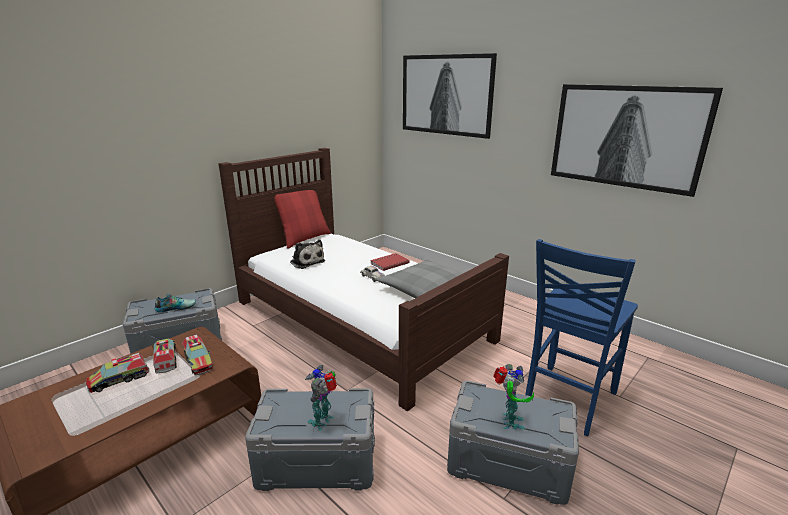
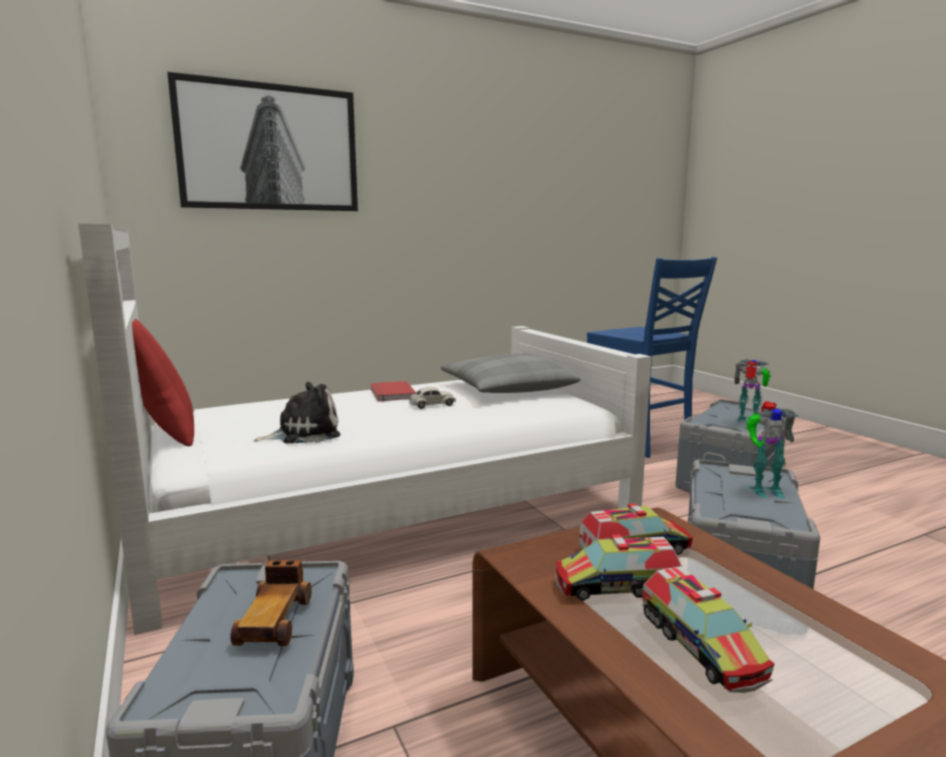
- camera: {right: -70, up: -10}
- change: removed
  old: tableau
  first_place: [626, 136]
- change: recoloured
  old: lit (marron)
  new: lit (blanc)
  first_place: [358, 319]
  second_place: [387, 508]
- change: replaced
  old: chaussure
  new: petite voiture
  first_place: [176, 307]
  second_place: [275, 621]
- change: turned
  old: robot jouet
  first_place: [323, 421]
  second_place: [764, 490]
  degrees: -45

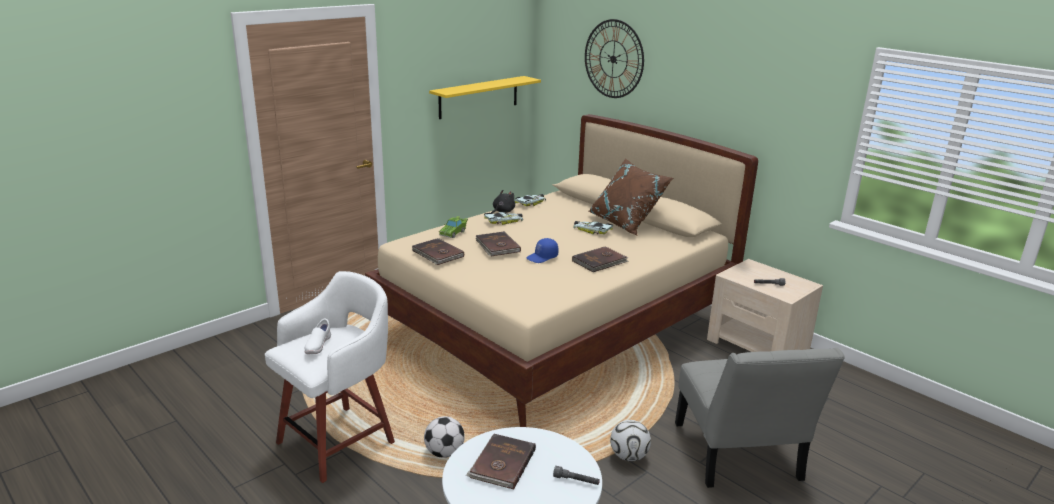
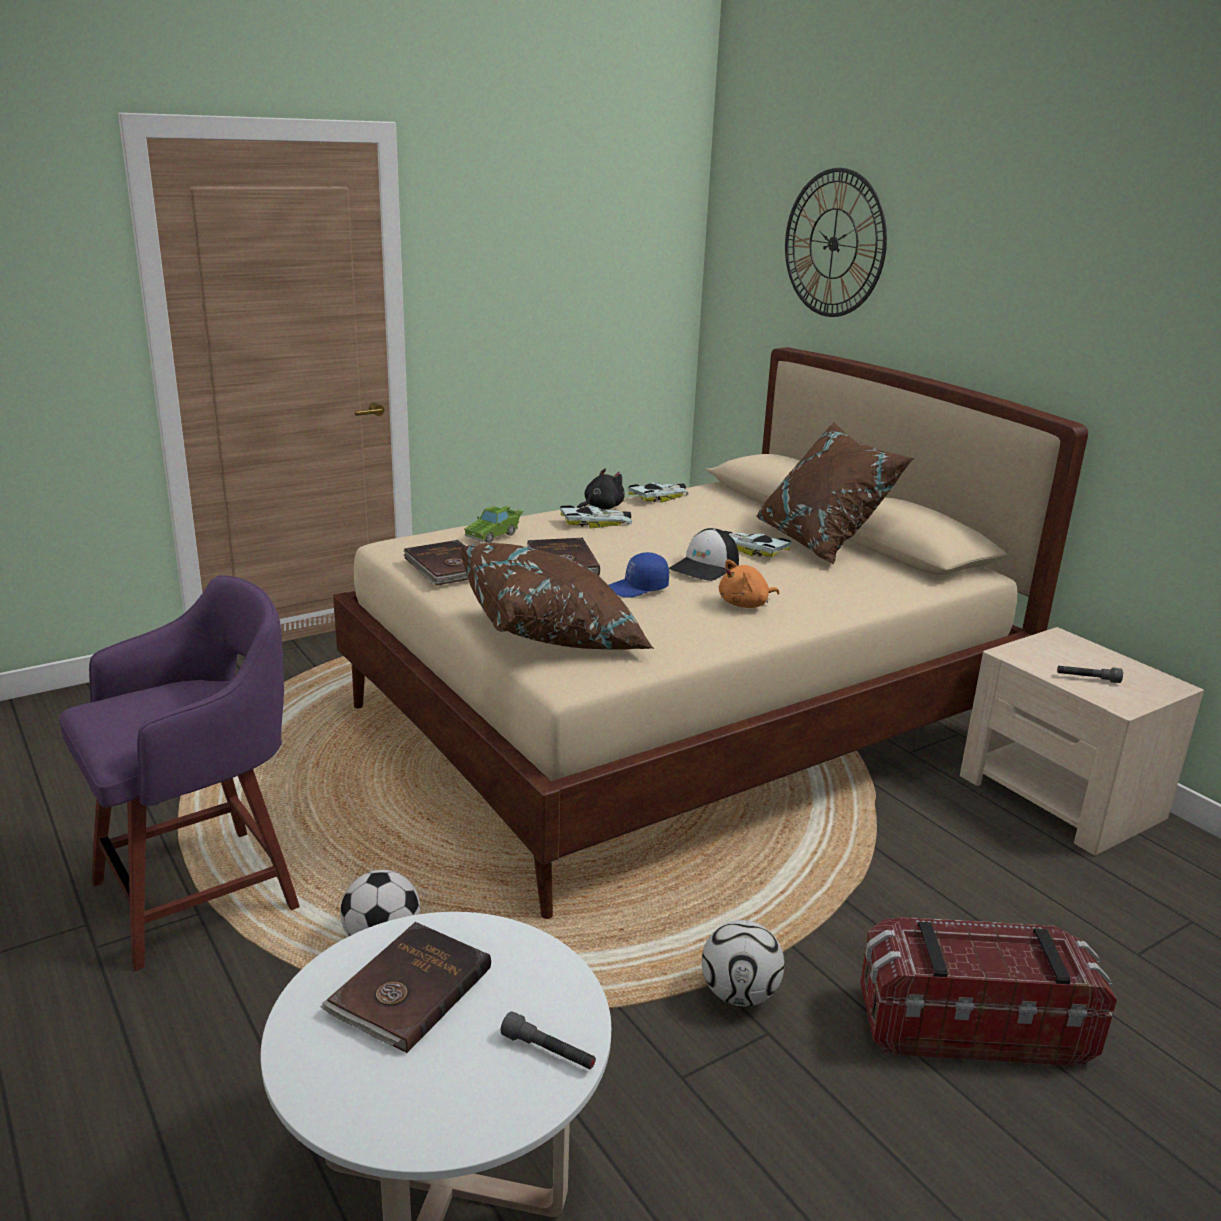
- camera: {right: 10, up: 0}
- change: removed
  old: étagère (jaune)
  first_place: [478, 97]
- change: replaced
  old: livre (marron)
  new: peluche (orange)
  first_place: [600, 261]
  second_place: [746, 604]
- change: recoloured
  old: tabouret (blanc)
  new: tabouret (violet)
  first_place: [339, 441]
  second_place: [203, 893]
- change: removed
  old: chaussure (blanc)
  first_place: [317, 346]
- change: replaced
  old: chaise (gris)
  new: boîte de rangement
  first_place: [738, 456]
  second_place: [971, 1025]
- change: added
  new: casquette
  second_place: [705, 567]
- change: added
  new: coussin (marron)
  second_place: [553, 634]

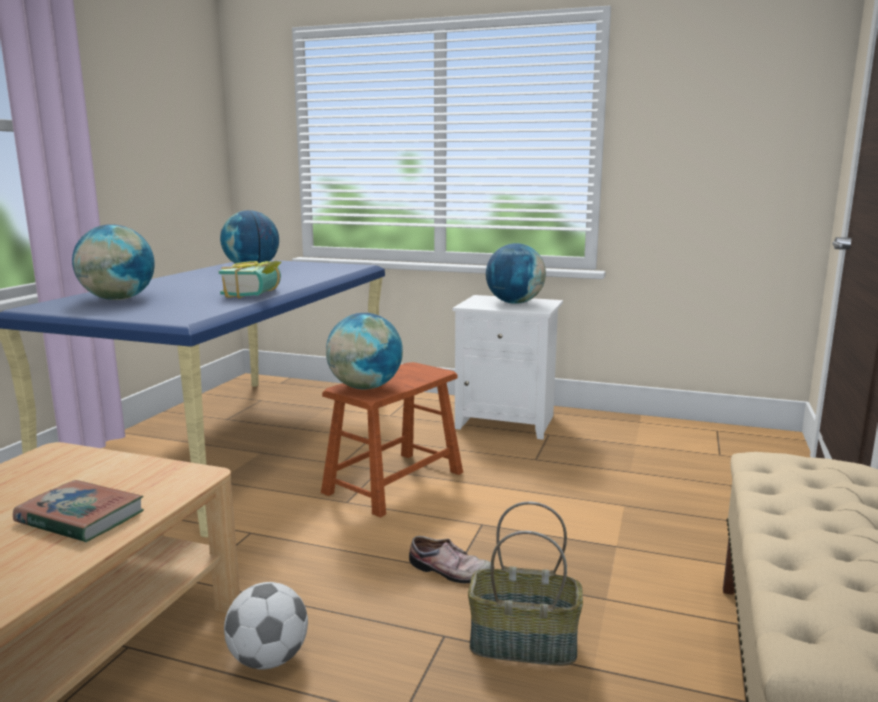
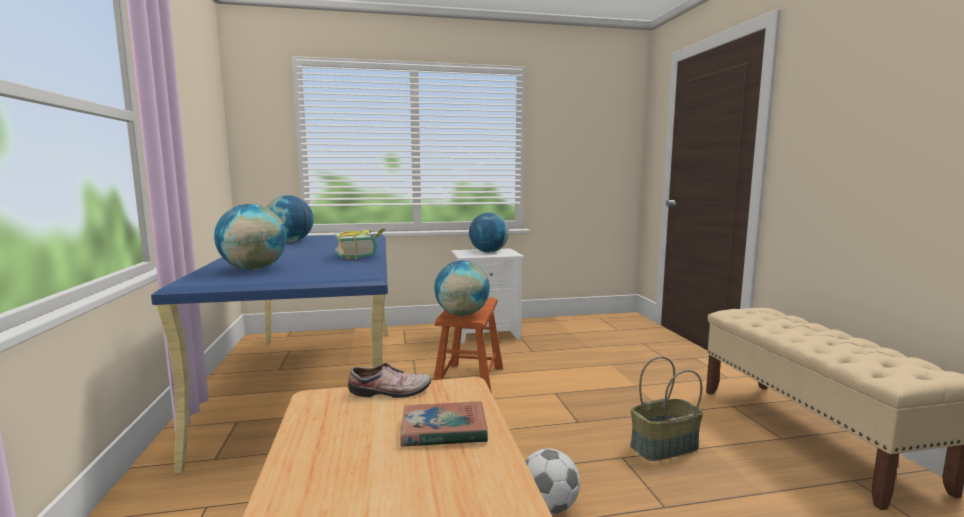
- camera: {right: -30, up: -5}
- change: moved
  old: chaussure
  first_place: [449, 571]
  second_place: [390, 392]

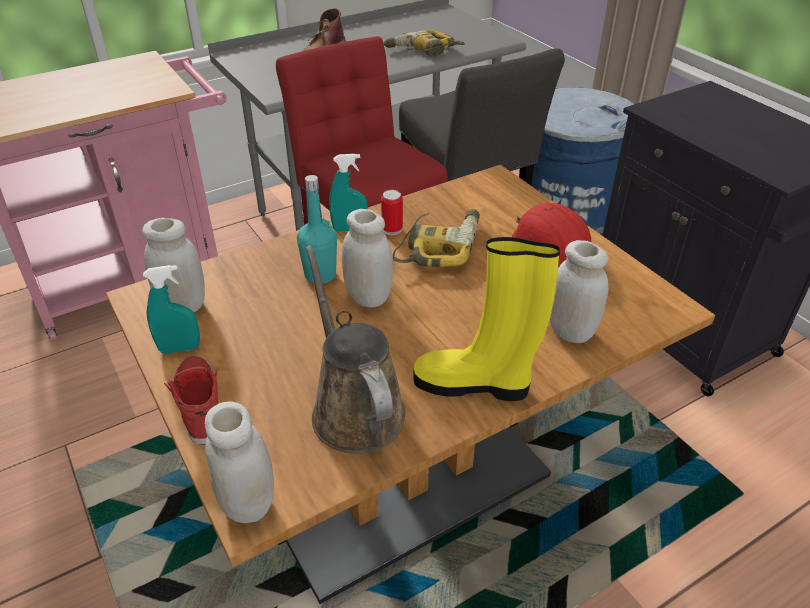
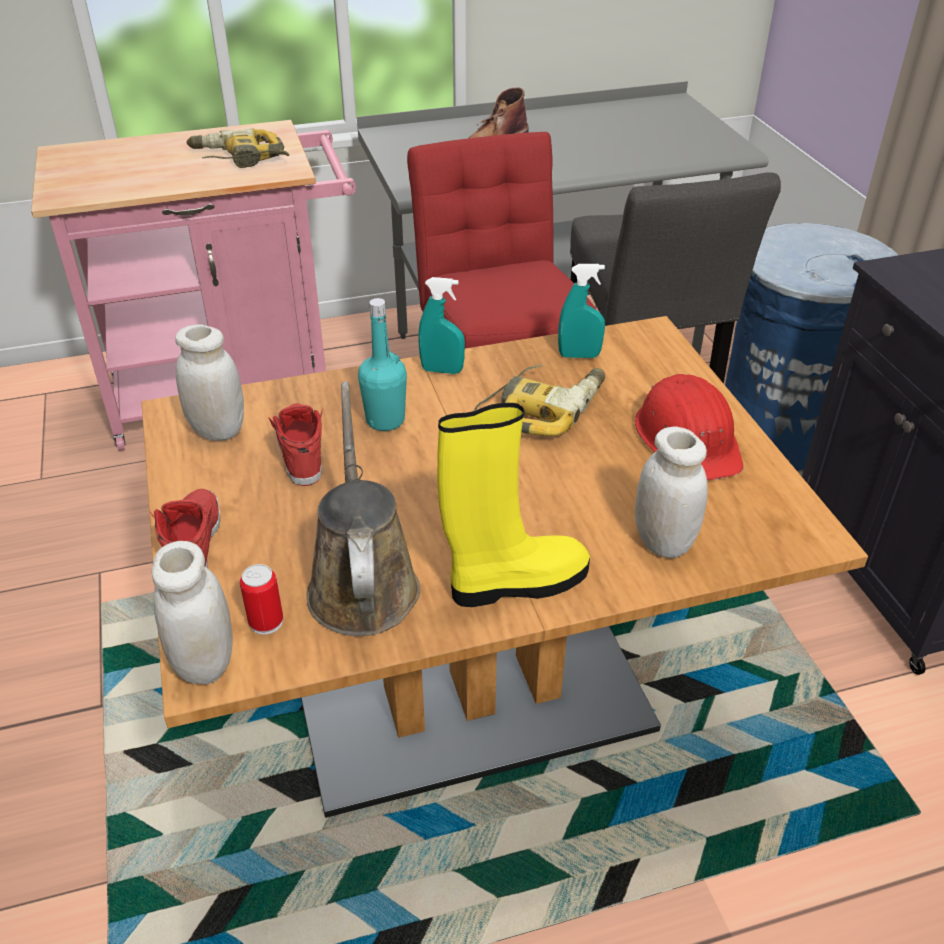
- camera: {right: 15, up: 0}
- change: moved
  old: perceuse
  first_place: [422, 51]
  second_place: [239, 159]
- change: moved
  old: boîte métallique
  first_place: [392, 229]
  second_place: [266, 622]
- change: removed
  old: bocal (blanc)
  first_place: [368, 297]
- change: turned
  old: botte (jaune)
  first_place: [475, 384]
  second_place: [515, 583]
  degrees: 135
- change: moved
  old: vaporisateur (turquoise)
  first_place: [180, 348]
  second_place: [579, 355]
- change: added
  new: chaussure (rouge)
  second_place: [300, 449]

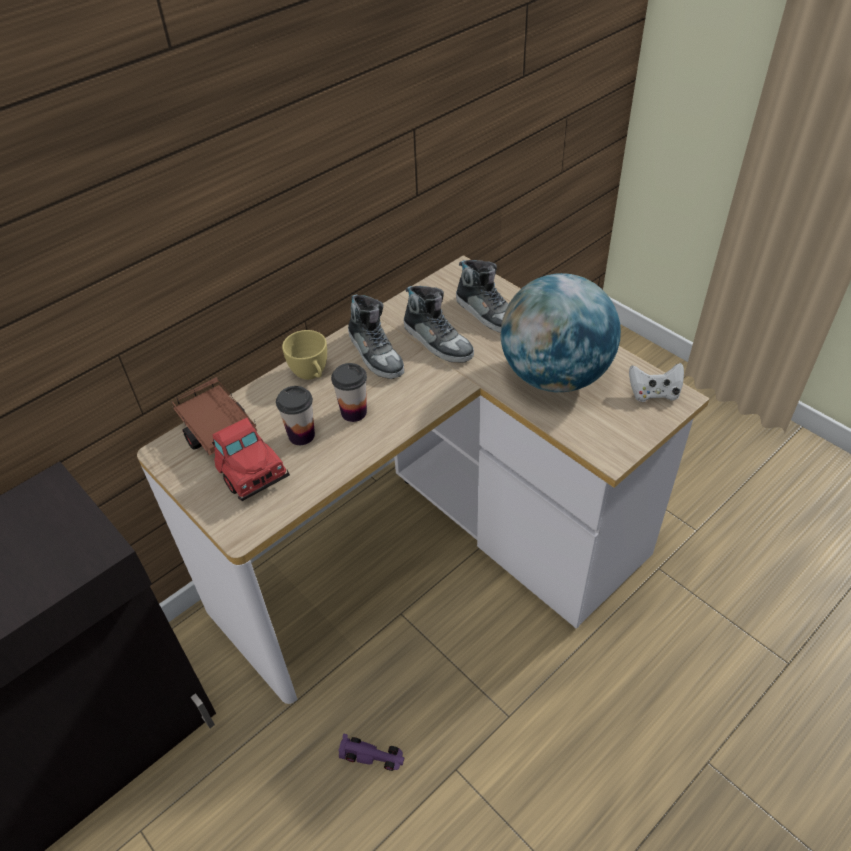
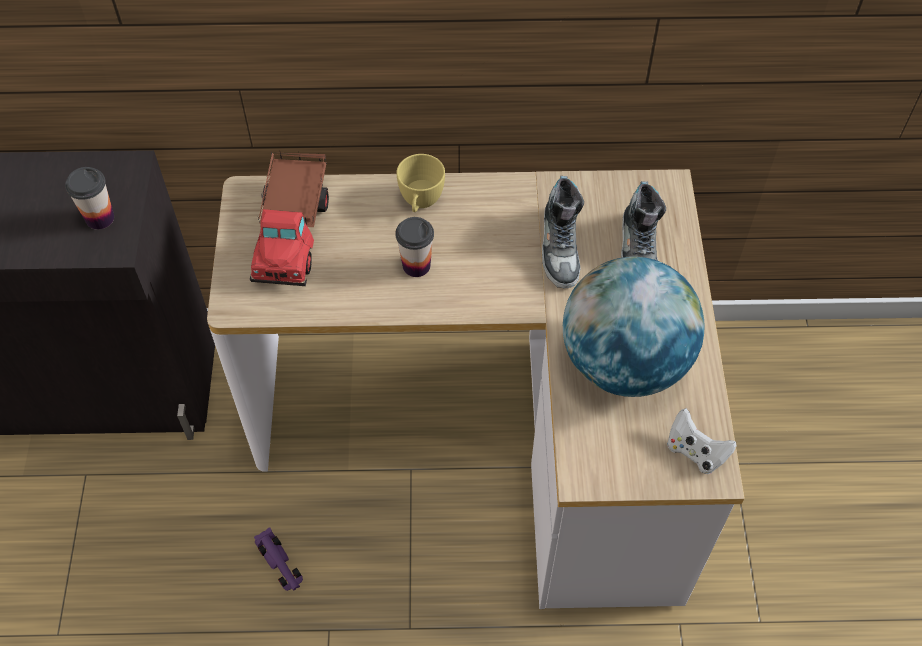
- camera: {right: 40, up: 10}
- change: removed
  old: chaussure
  first_place: [376, 353]
- change: moved
  old: tasse
  first_place: [301, 435]
  second_place: [100, 218]

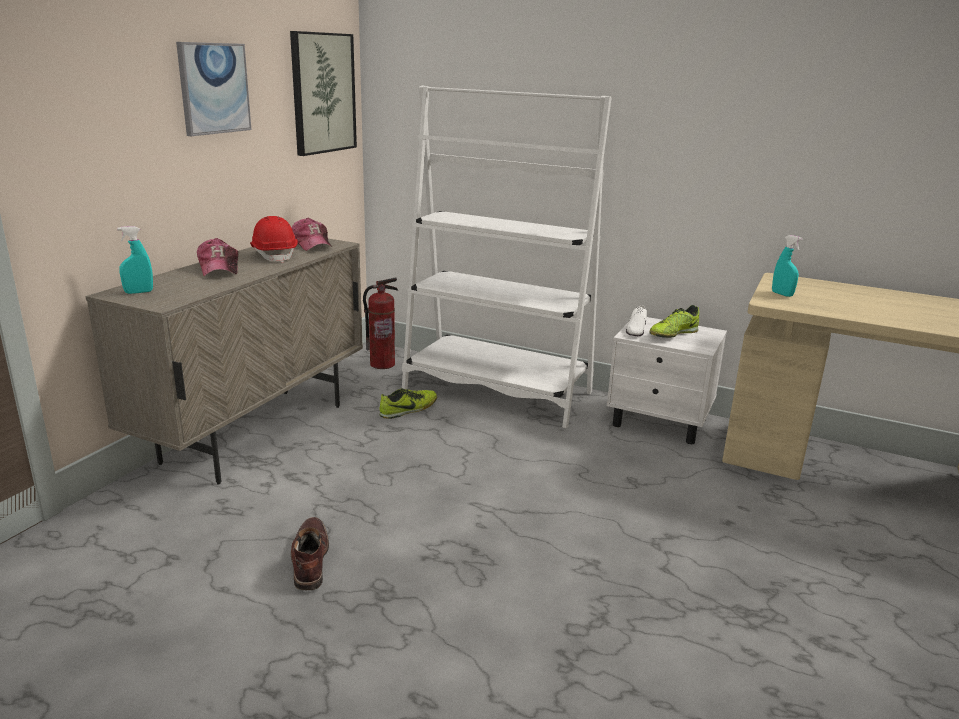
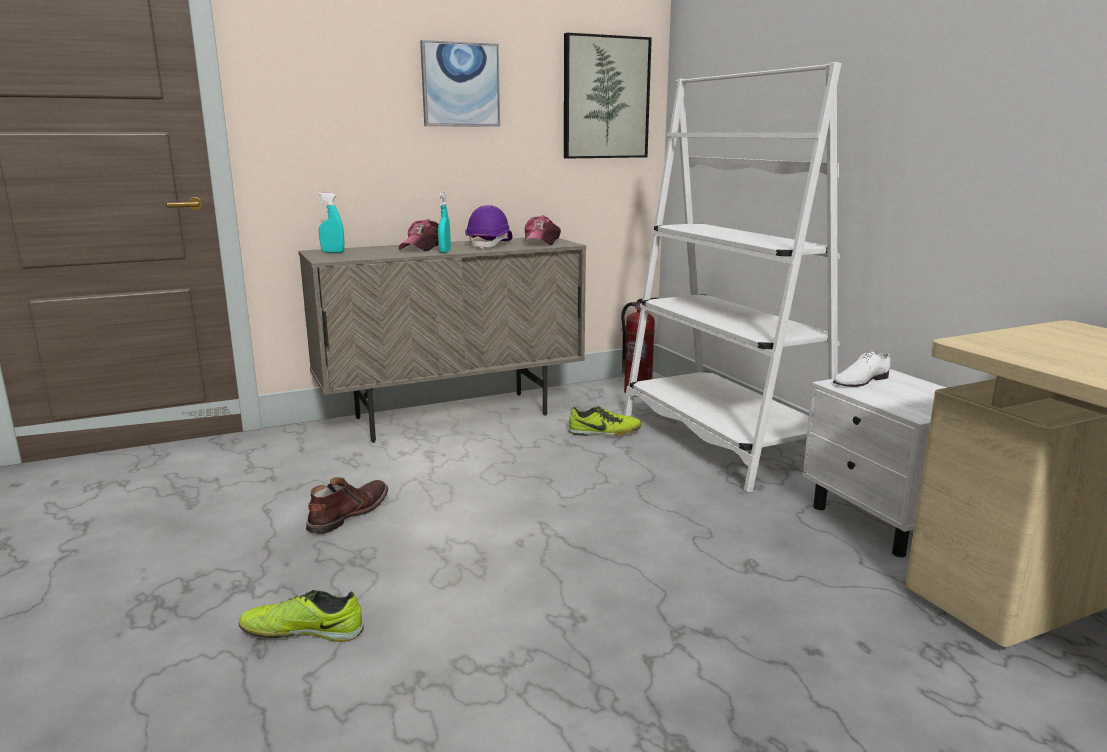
- camera: {right: 40, up: -5}
- change: recoloured
  old: casque de chantier (rouge)
  new: casque de chantier (violet)
  first_place: [275, 255]
  second_place: [490, 245]
- change: moved
  old: vaporisateur (turquoise)
  first_place: [782, 294]
  second_place: [445, 252]
- change: moved
  old: chaussure
  first_place: [673, 334]
  second_place: [303, 631]

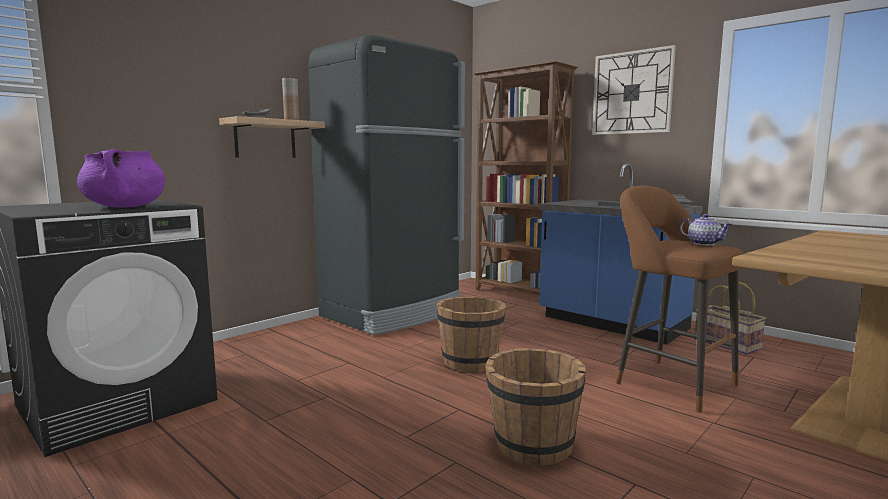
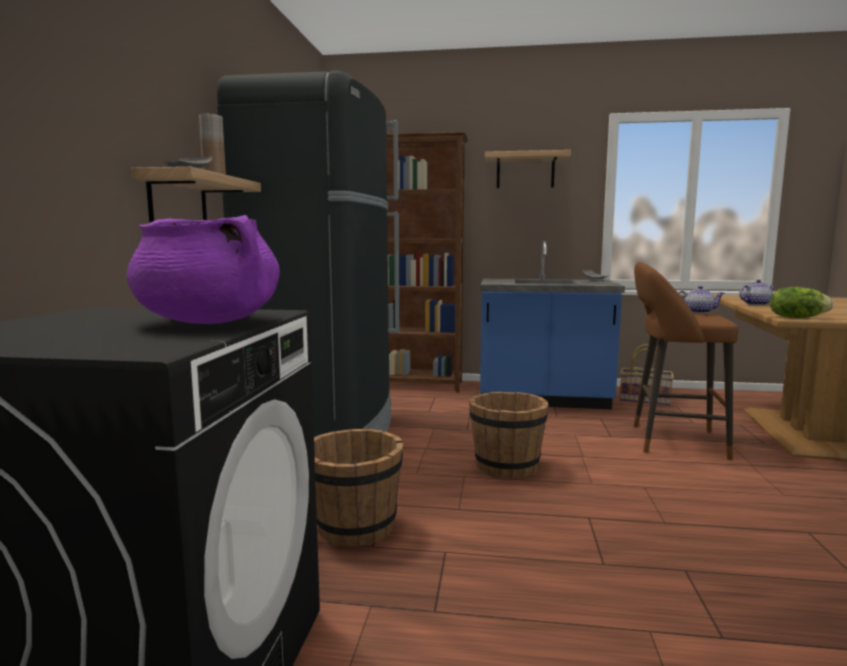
- camera: {right: -35, up: 0}
- change: replaced
  old: horloge murale
  new: étagère
  first_place: [632, 93]
  second_place: [525, 171]
- change: moved
  old: seau (marron)
  first_place: [532, 445]
  second_place: [355, 527]
- change: added
  new: théière
  second_place: [755, 304]
- change: added
  new: laitue
  second_place: [796, 317]

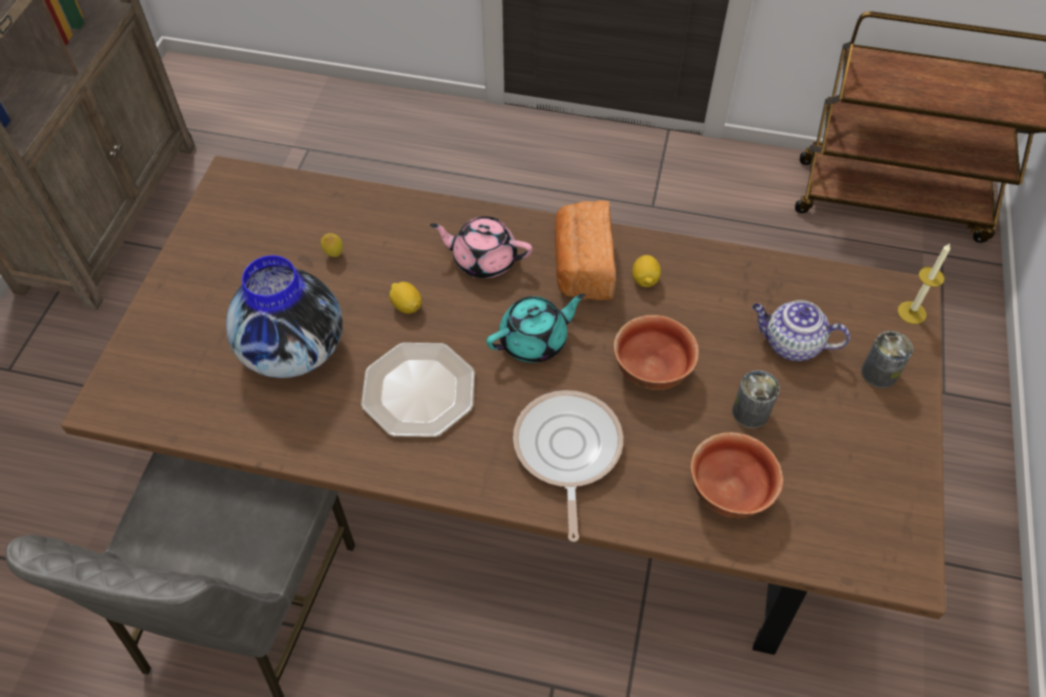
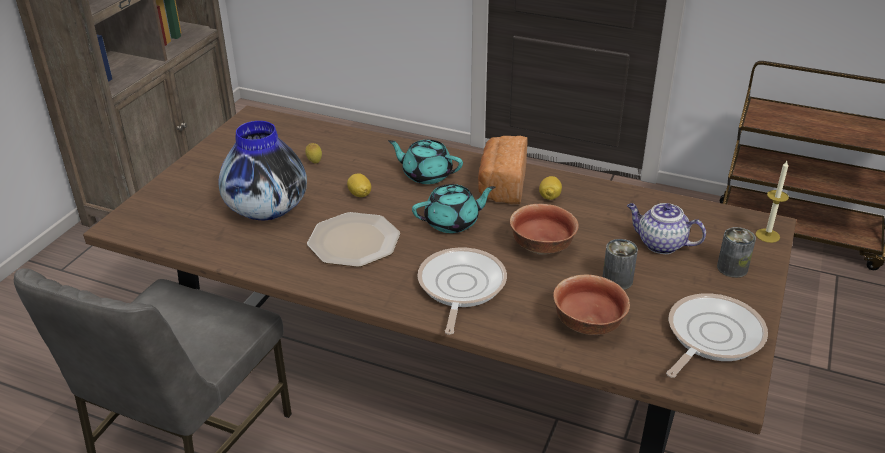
- camera: {right: 10, up: -20}
- change: recoloured
  old: théière (rose)
  new: théière (turquoise)
  first_place: [483, 259]
  second_place: [426, 174]
- change: added
  new: poêle
  second_place: [711, 336]

